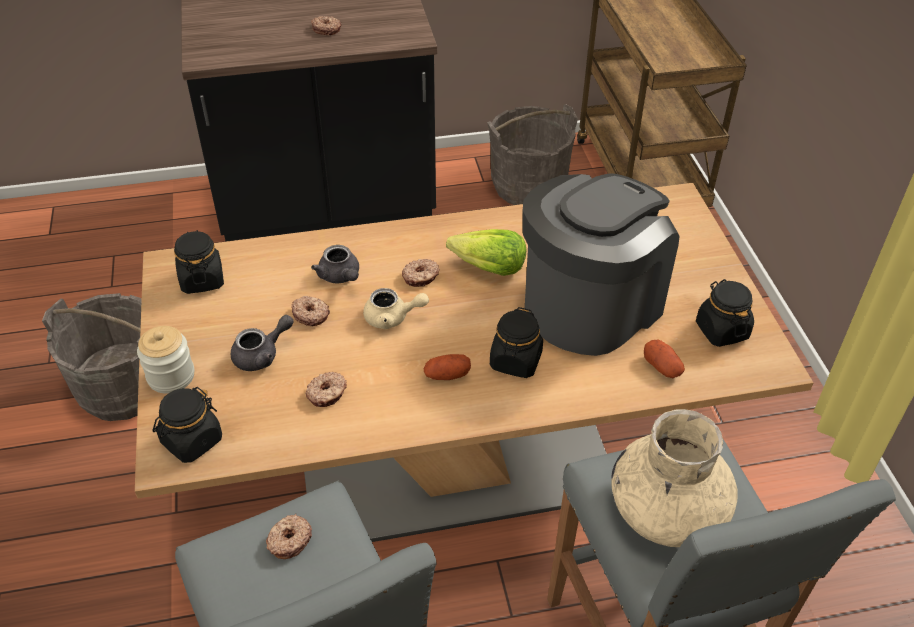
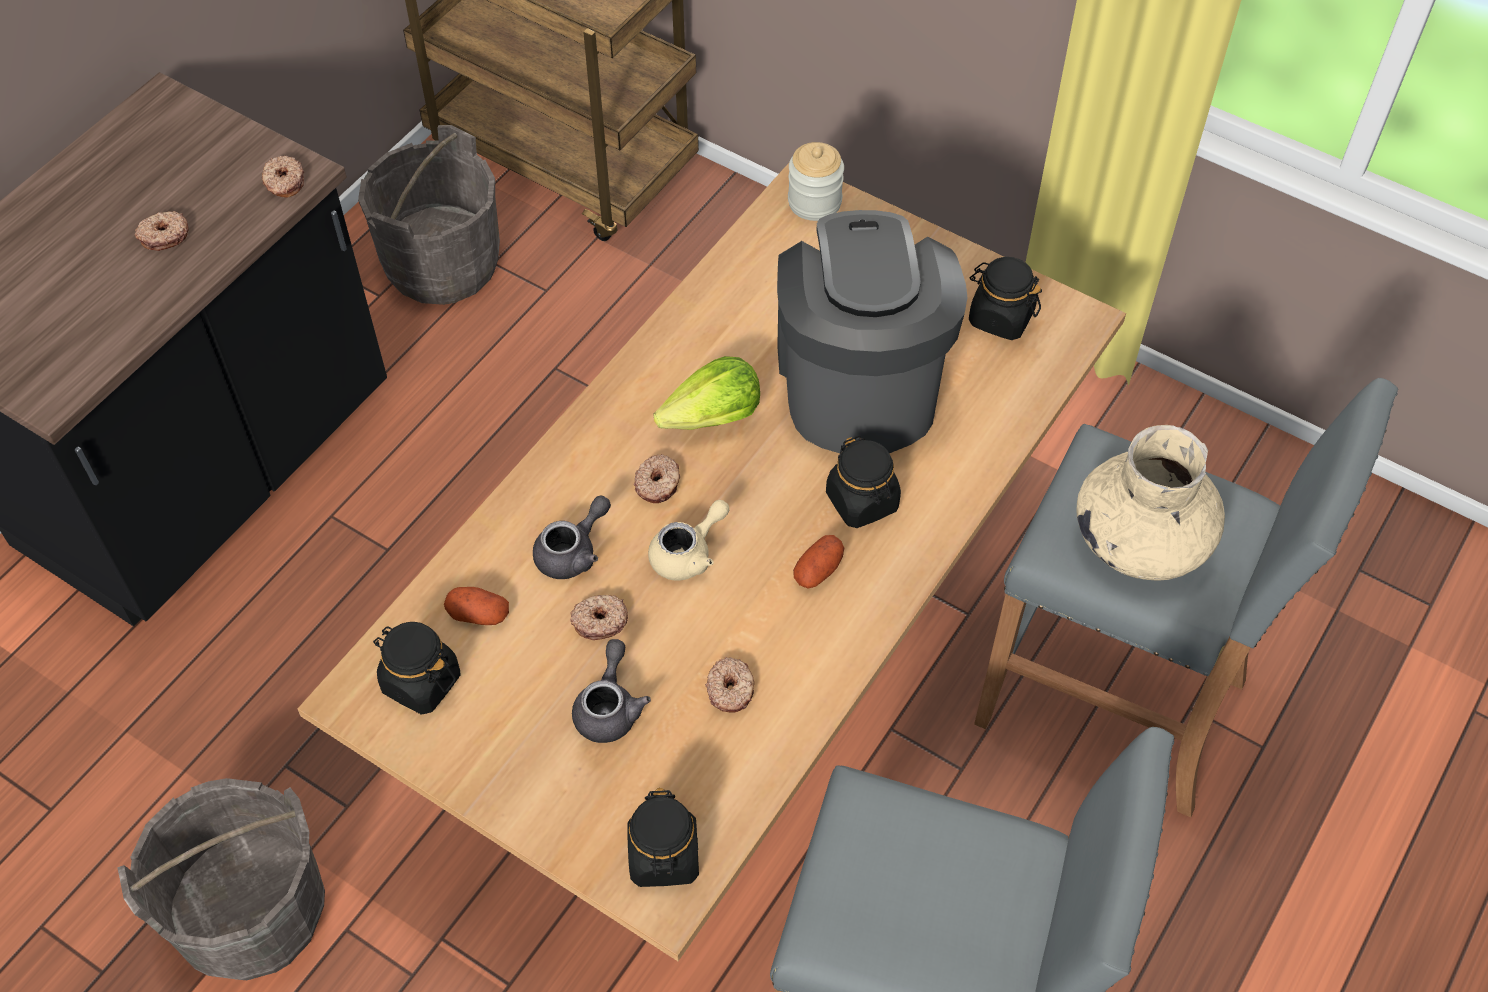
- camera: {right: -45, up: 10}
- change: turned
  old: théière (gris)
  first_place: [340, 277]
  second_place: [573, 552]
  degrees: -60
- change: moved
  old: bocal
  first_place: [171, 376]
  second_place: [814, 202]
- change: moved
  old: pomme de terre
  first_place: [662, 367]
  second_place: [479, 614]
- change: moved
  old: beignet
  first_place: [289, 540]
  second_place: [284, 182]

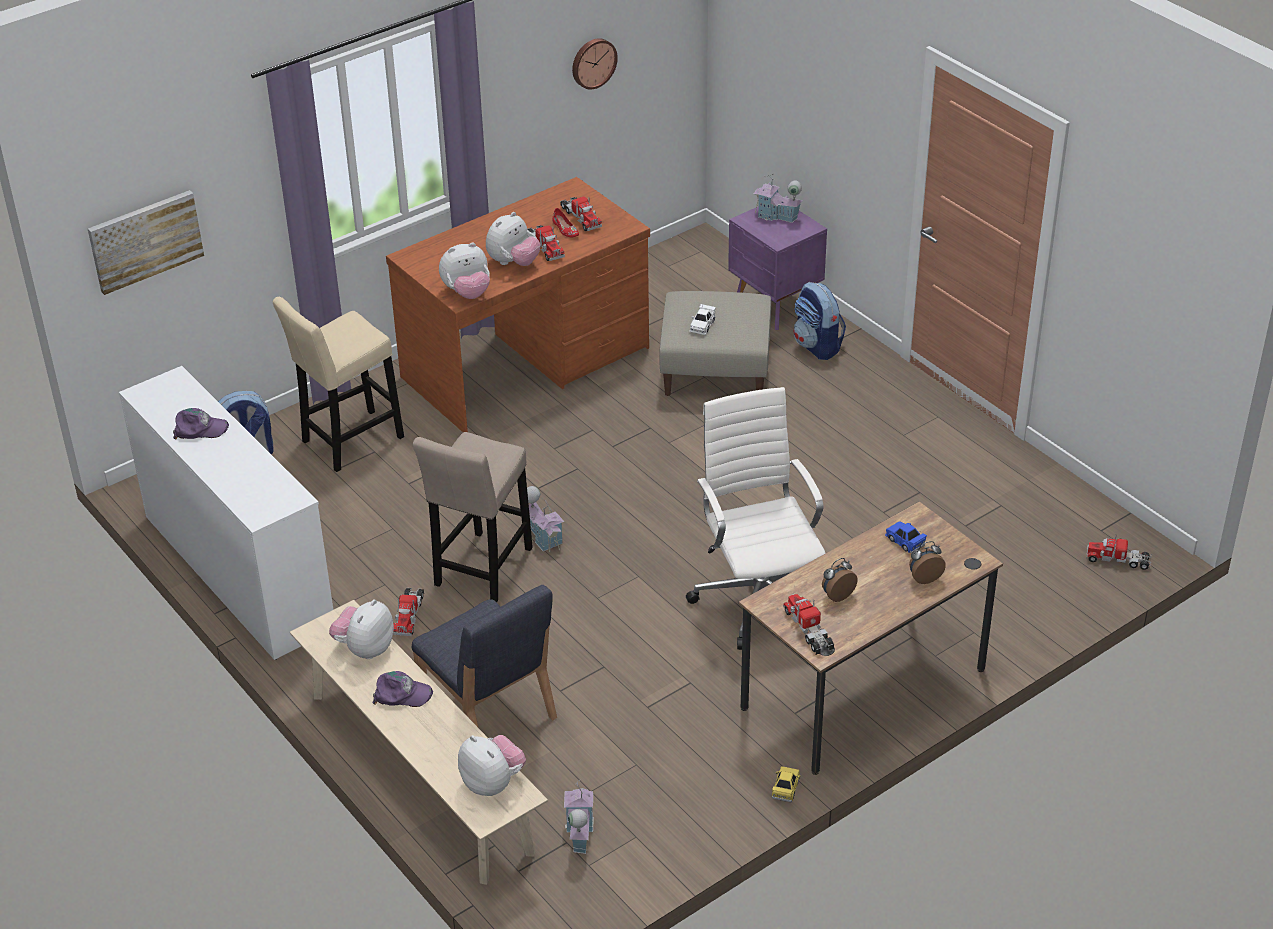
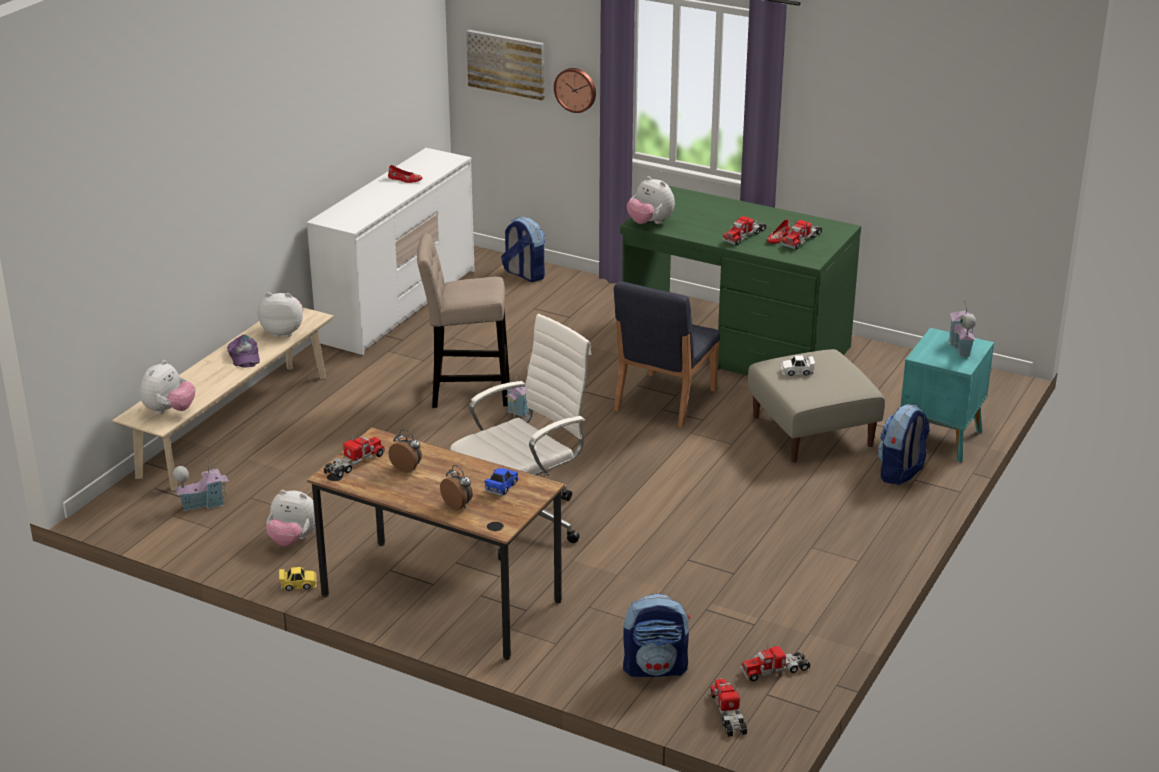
- camera: {right: 65, up: -10}
- change: moved
  old: horloge murale
  first_place: [593, 62]
  second_place: [576, 89]
- change: recoloured
  old: bureau (marron)
  new: bureau (vert)
  first_place: [527, 363]
  second_place: [735, 347]
- change: recoloured
  old: table de chevet (violet)
  new: table de chevet (turquoise)
  first_place: [777, 305]
  second_place: [940, 439]
- change: moved
  old: peluche
  first_place: [513, 263]
  second_place: [293, 540]
- change: removed
  old: tabouret (beige)
  first_place: [348, 442]
- change: replaced
  old: casquette (violet)
  new: chaussure (rouge)
  first_place: [200, 429]
  second_place: [405, 179]
- change: moved
  old: chaise (bleu)
  first_place: [488, 711]
  second_place: [664, 400]
- change: moved
  old: camion jouet
  first_place: [409, 615]
  second_place: [775, 670]
- change: added
  new: sac à dos
  second_place: [655, 668]

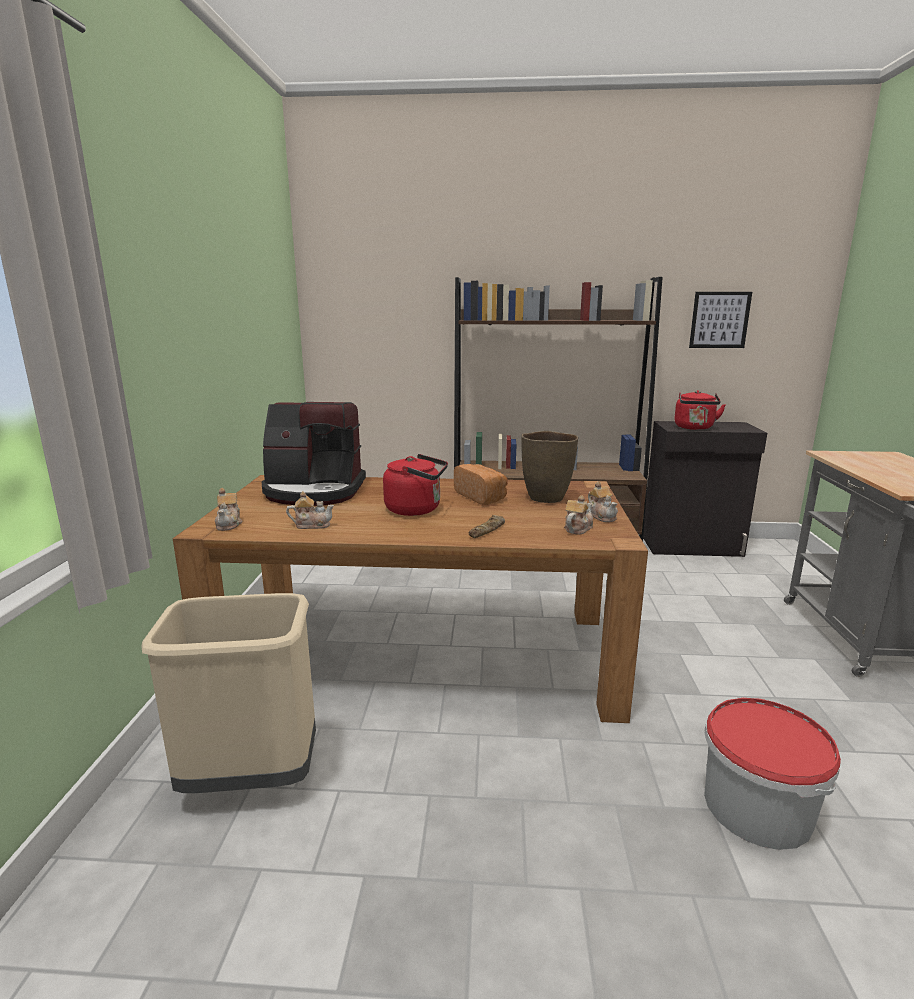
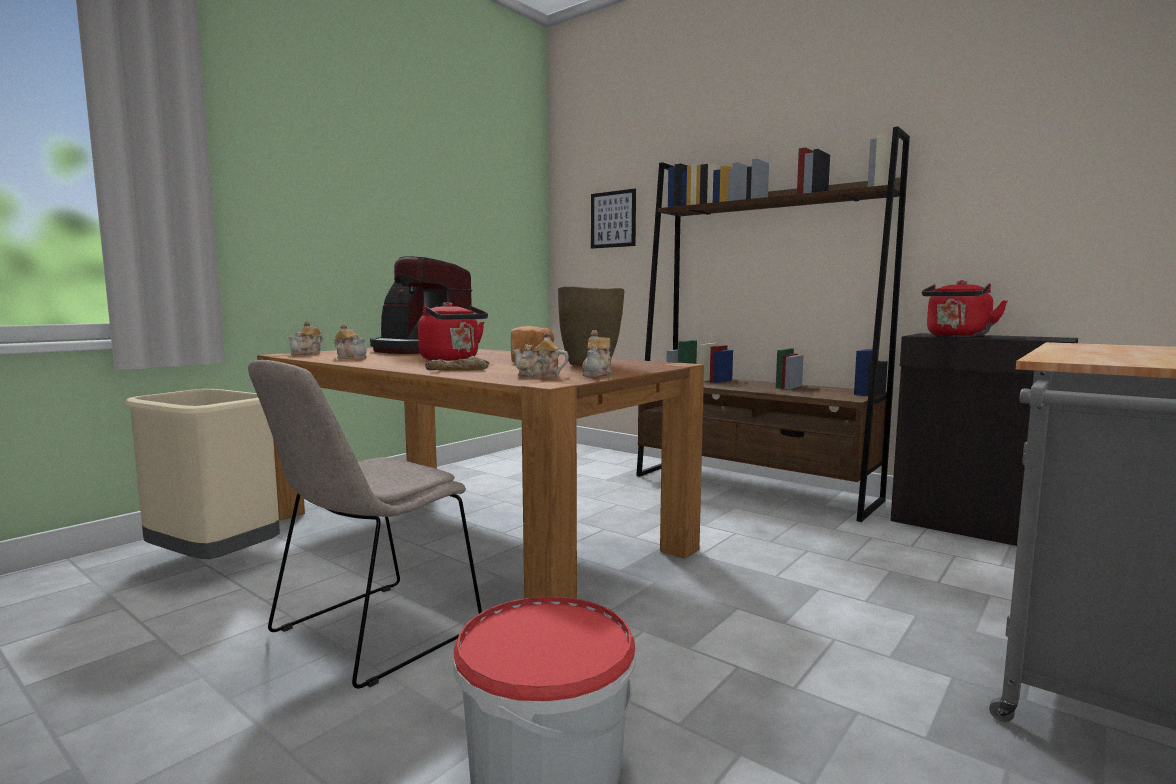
- camera: {right: 35, up: -10}
- change: moved
  old: tableau
  first_place: [719, 320]
  second_place: [613, 219]
- change: turned
  old: théière
  first_place: [577, 528]
  second_place: [539, 376]
  degrees: -150
- change: added
  new: chaise (beige)
  second_place: [370, 634]

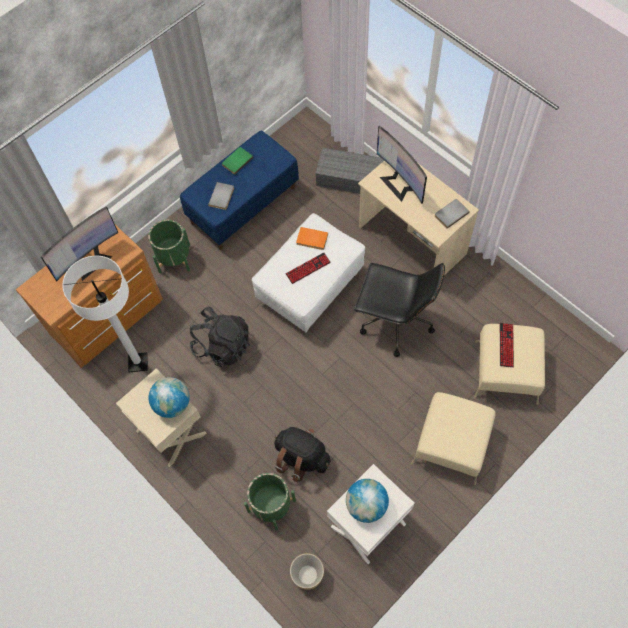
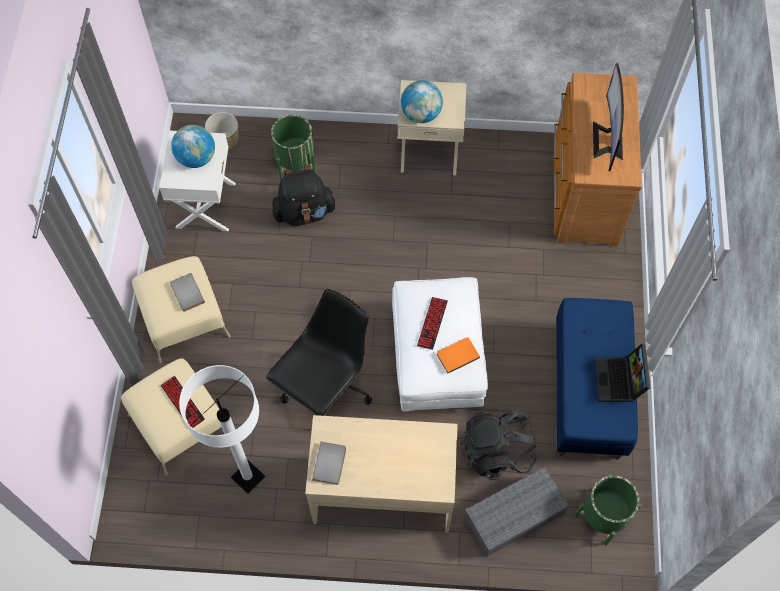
- camera: {right: 135, up: 0}
- change: removed
  old: écran d'ordinateur
  first_place: [400, 183]
- change: replaced
  old: livre (vert)
  new: ordinateur portable
  first_place: [236, 161]
  second_place: [620, 381]
- change: moved
  old: livre (gris)
  first_place: [222, 197]
  second_place: [186, 293]
- change: moved
  old: cache-pot (vert)
  first_place: [174, 258]
  second_place: [603, 516]
- change: moved
  old: lampadaire (blanc)
  first_place: [138, 363]
  second_place: [248, 477]
- change: turned
  old: chaise de bureau (noir)
  first_place: [394, 322]
  second_place: [326, 389]
  degrees: 150
- change: moved
  old: sac à dos (noir)
  first_place: [222, 345]
  second_place: [497, 451]

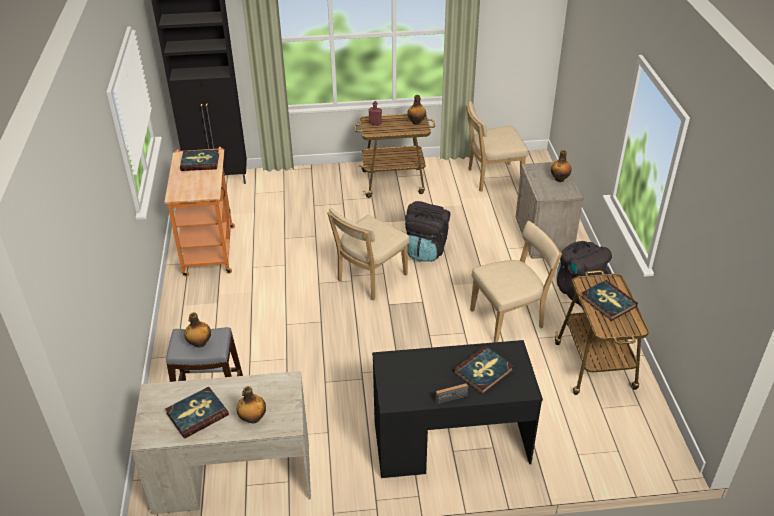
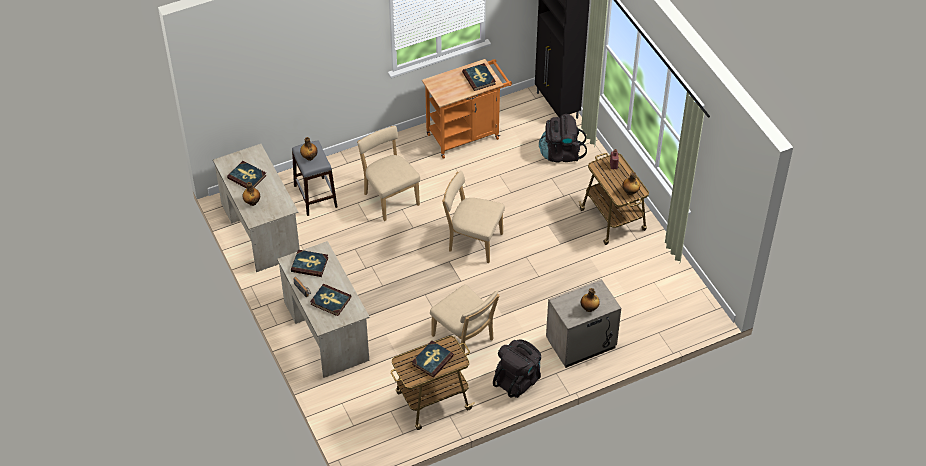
- camera: {right: 70, up: 10}
- change: moved
  old: chaise (beige)
  first_place: [492, 178]
  second_place: [390, 197]
- change: moved
  old: sac à dos (noir)
  first_place: [426, 250]
  second_place: [561, 153]
- change: recoloured
  old: bureau (noir)
  new: bureau (beige)
  first_place: [450, 442]
  second_place: [326, 331]
- change: added
  new: livre
  second_place: [309, 264]

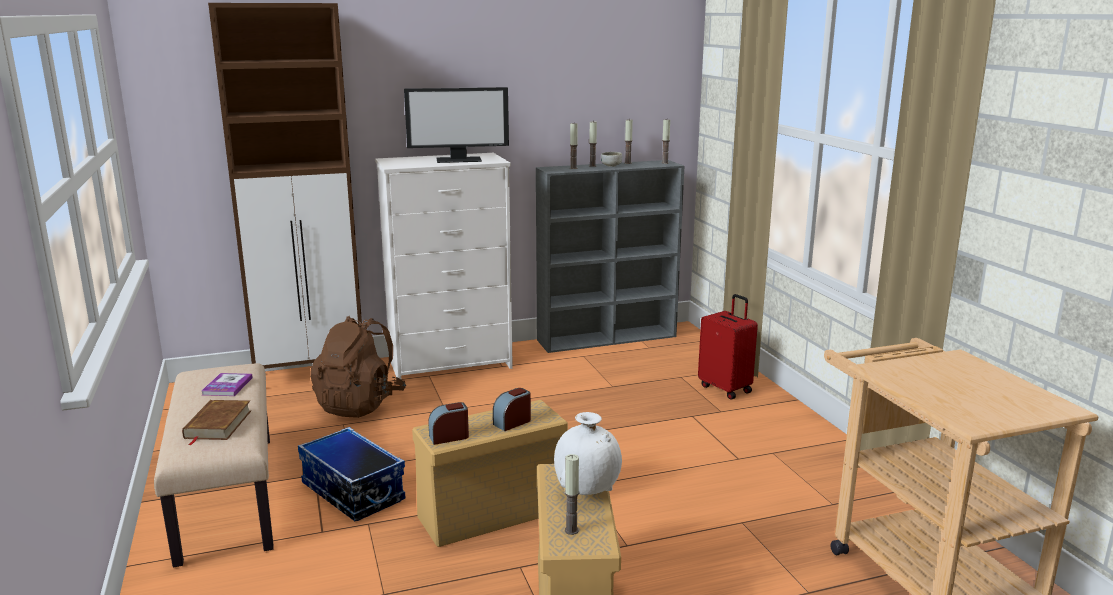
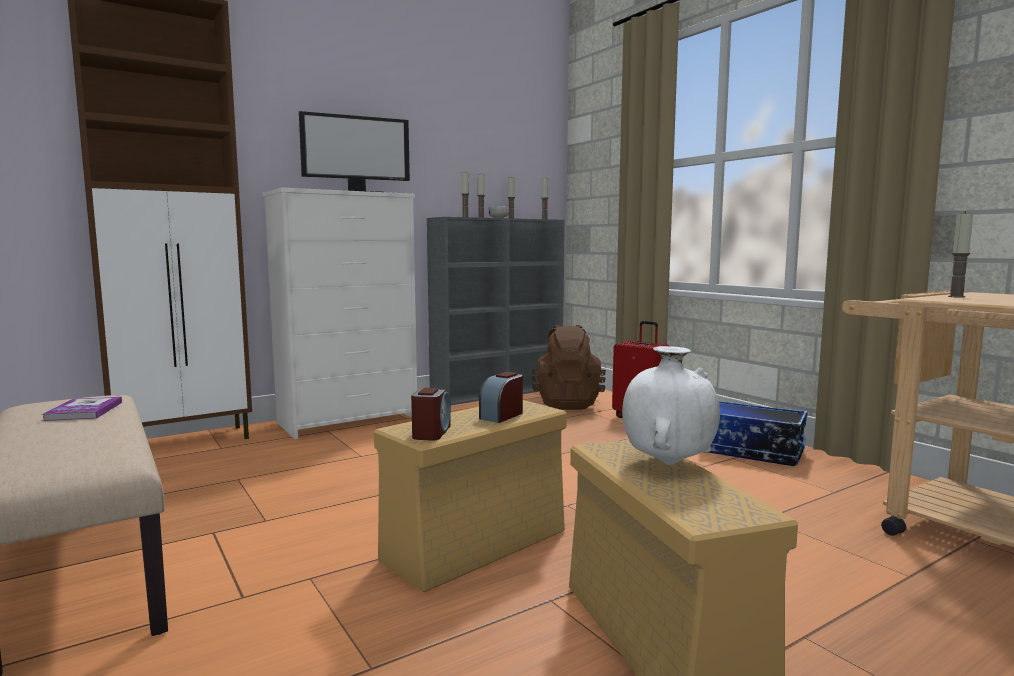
- camera: {right: -15, up: -10}
- change: moved
  old: sac à dos (marron)
  first_place: [360, 404]
  second_place: [567, 404]
- change: removed
  old: livre (marron)
  first_place: [217, 424]
- change: turned
  old: réveil
  first_place: [449, 437]
  second_place: [431, 432]
  degrees: 135
- change: moved
  old: boîte de rangement
  first_place: [351, 492]
  second_place: [749, 451]
- change: moved
  old: bougie
  first_place: [571, 530]
  second_place: [956, 297]

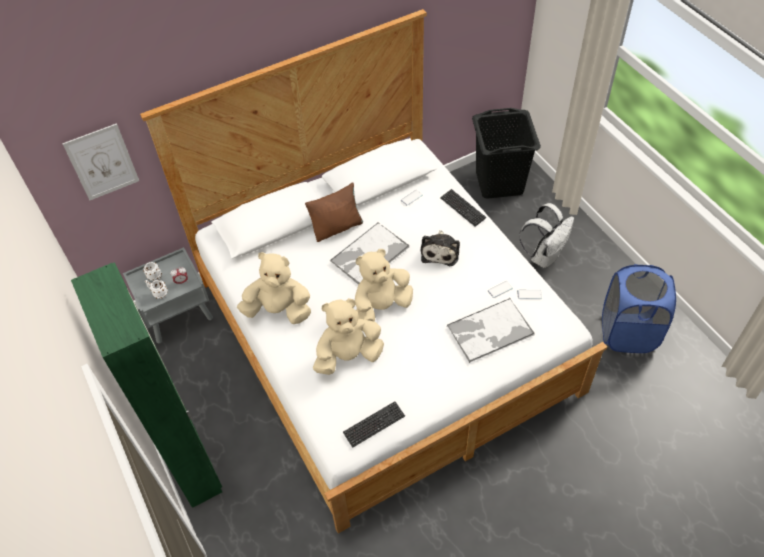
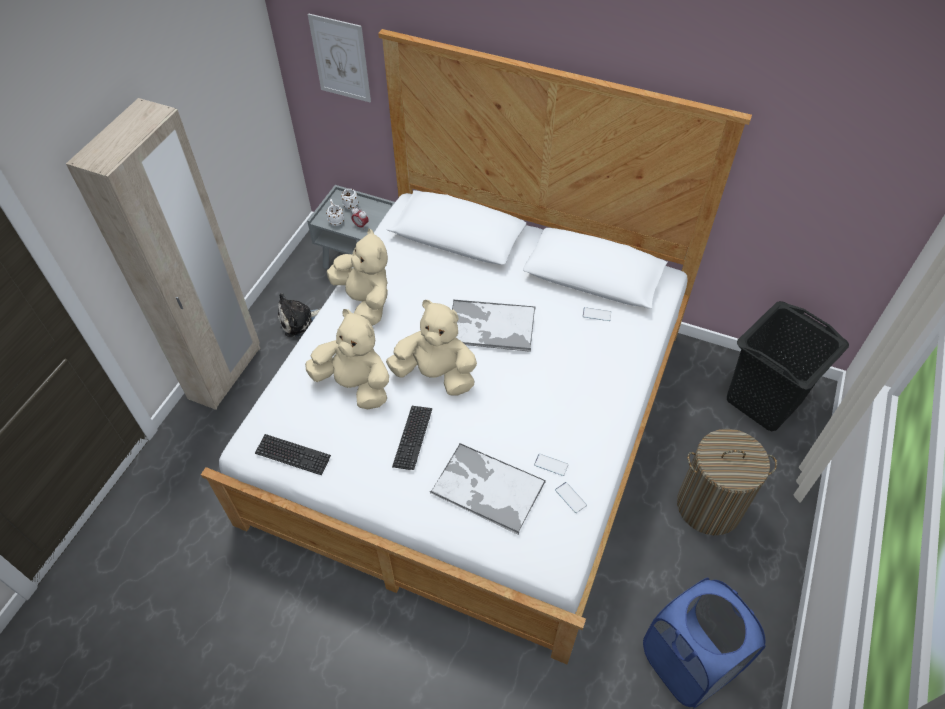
- camera: {right: 50, up: 0}
- change: removed
  old: coussin (marron)
  first_place: [337, 227]
- change: moved
  old: clavier
  first_place: [462, 208]
  second_place: [412, 438]
- change: replaced
  old: sac à dos (blanc)
  new: panier à linge
  first_place: [544, 256]
  second_place: [709, 506]
- change: moved
  old: peluche
  first_place: [440, 251]
  second_place: [299, 321]
- change: recoloured
  old: armoire (vert)
  new: armoire (beige)
  first_place: [194, 466]
  second_place: [226, 373]

